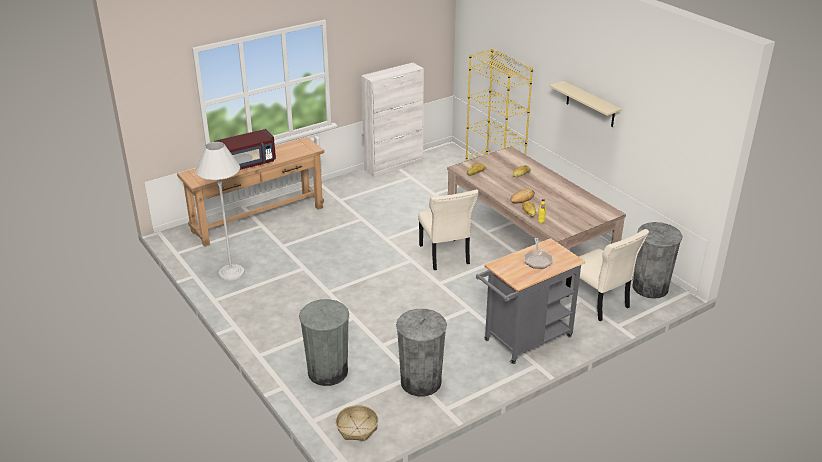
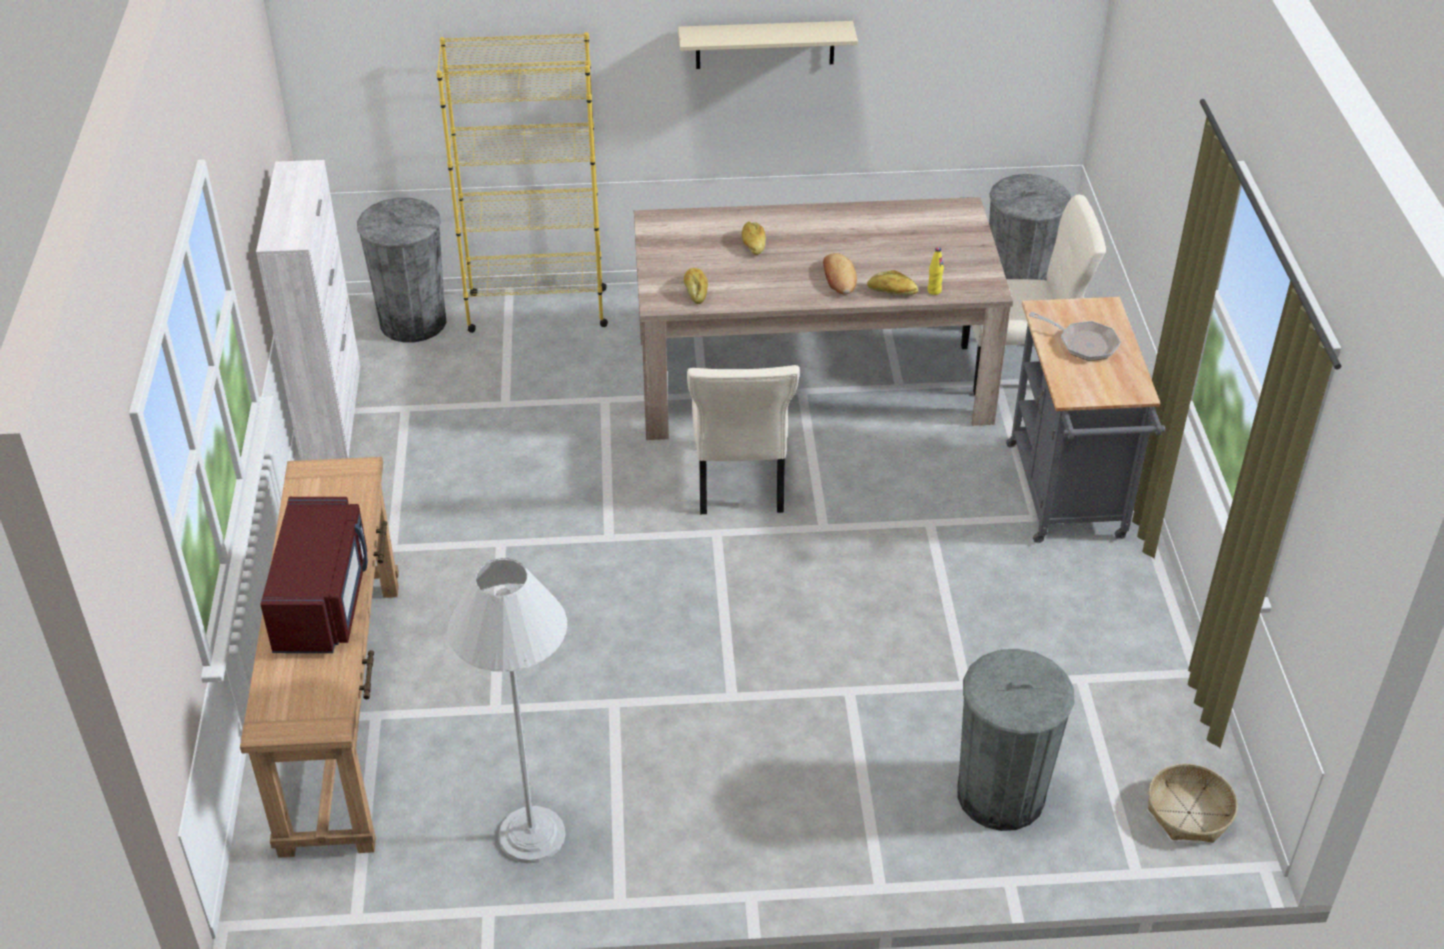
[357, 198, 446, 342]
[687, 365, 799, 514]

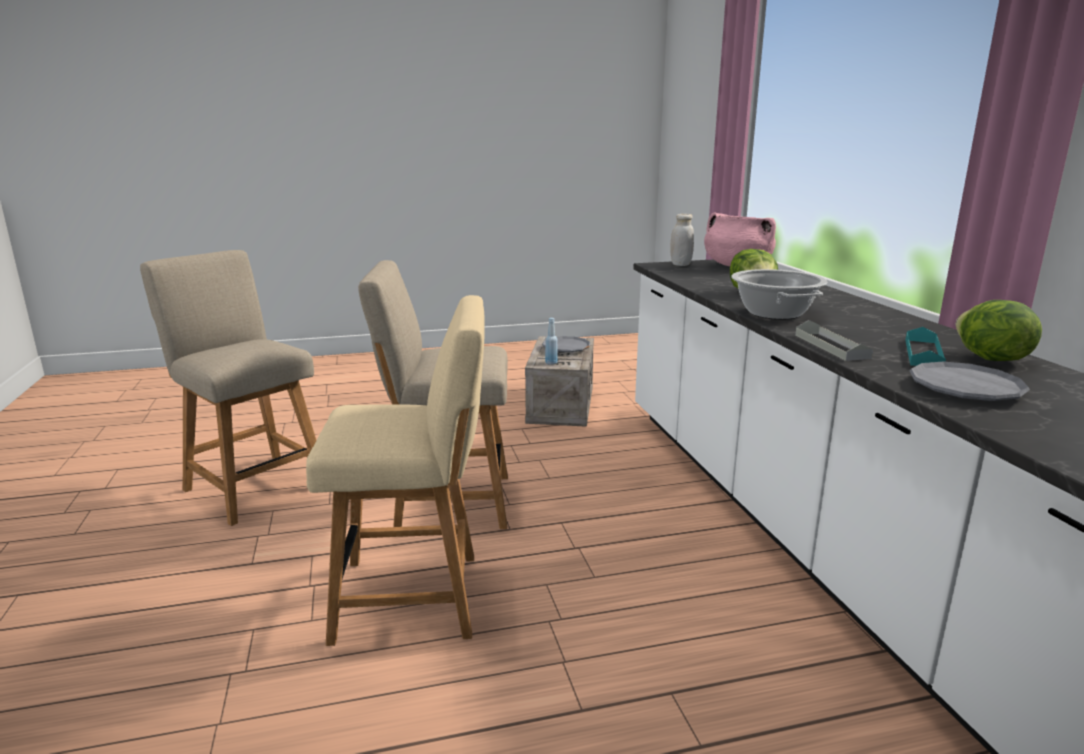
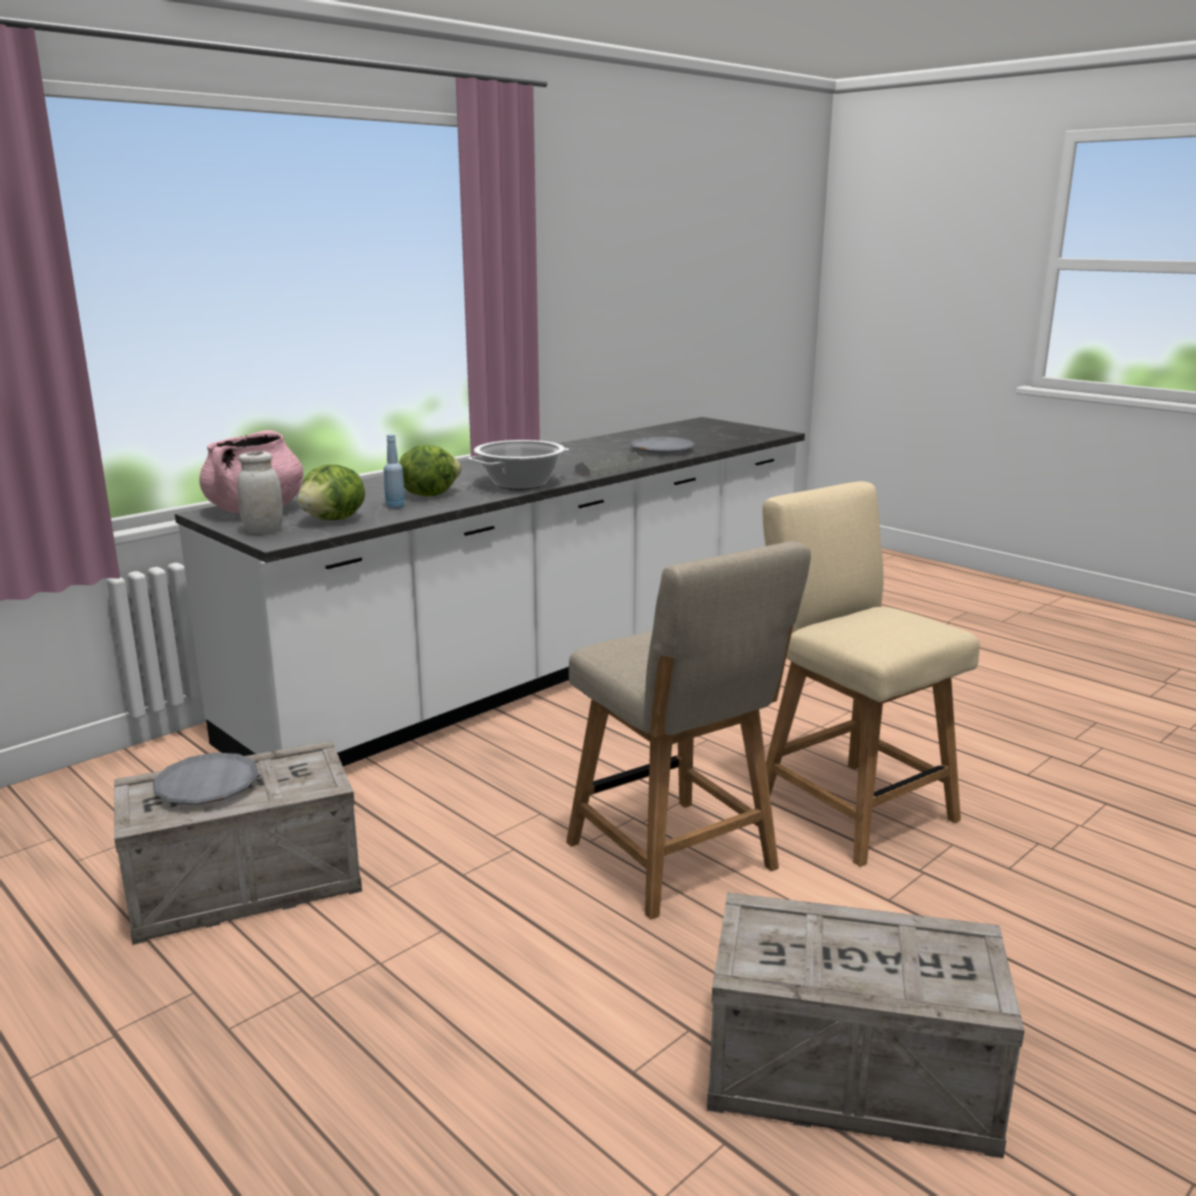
[905, 327, 946, 366] (first image)
[384, 434, 405, 509]
[297, 464, 365, 520]
[707, 892, 1024, 1158]

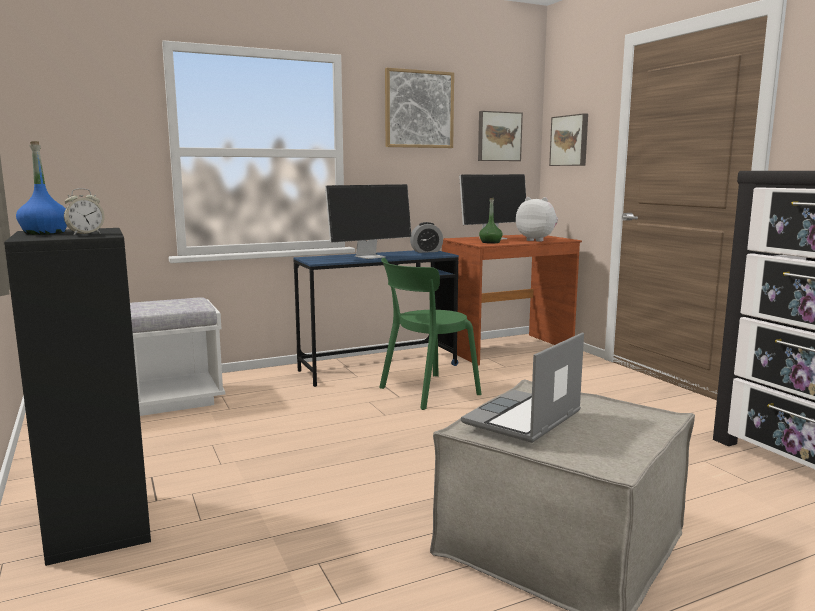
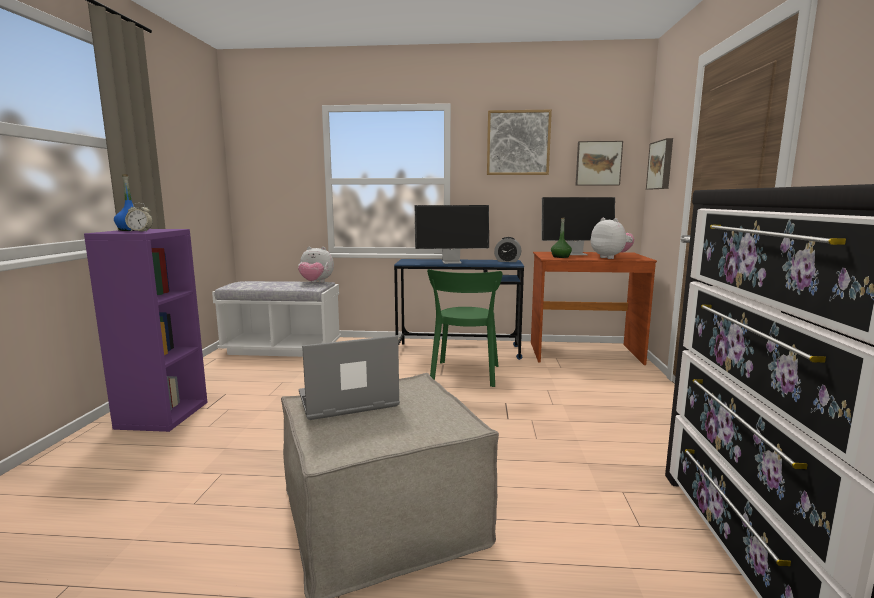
[298, 247, 334, 283]
[84, 229, 208, 432]
[427, 269, 502, 387]

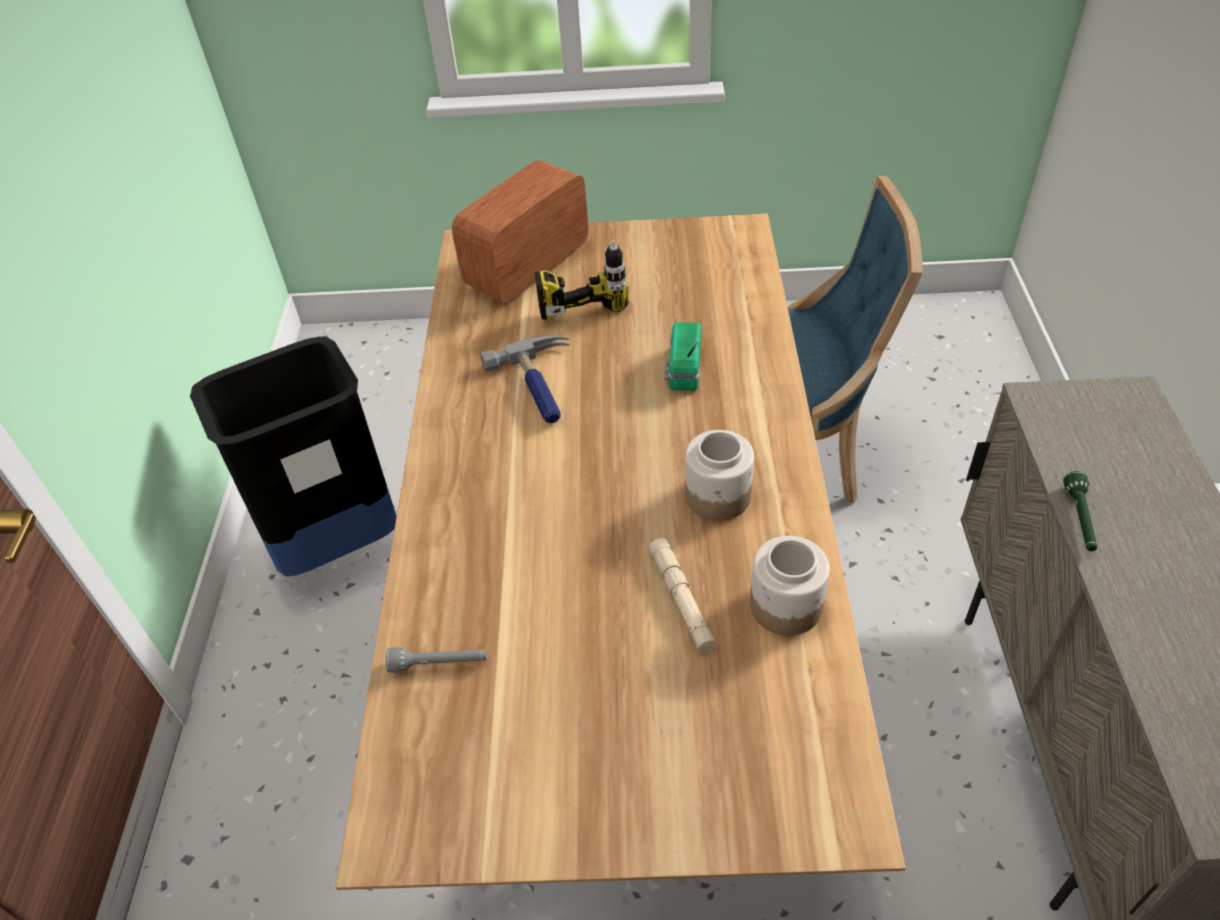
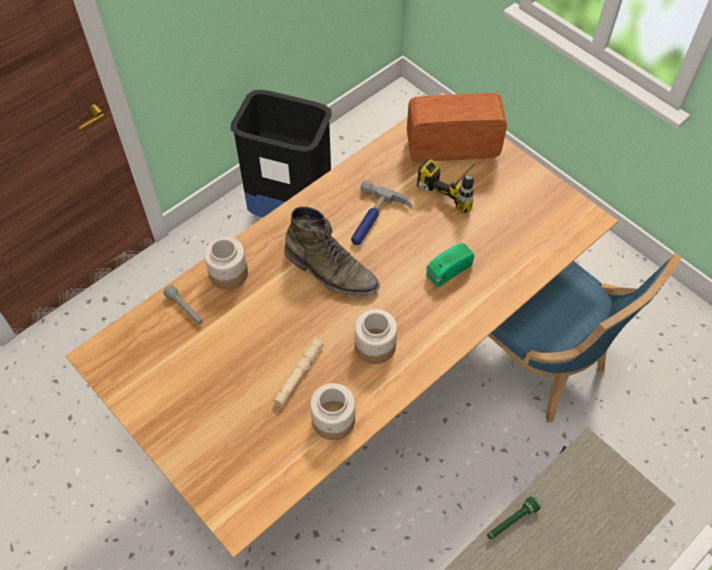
[204, 237, 248, 290]
[284, 207, 380, 296]

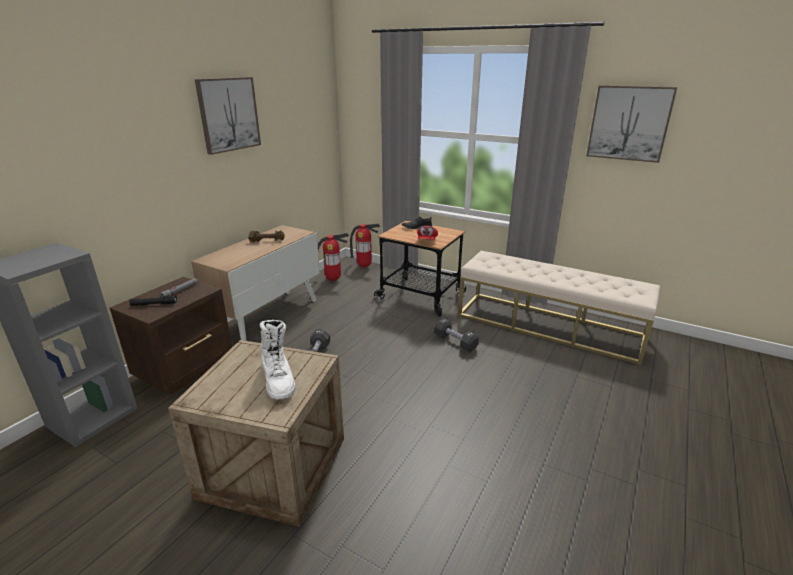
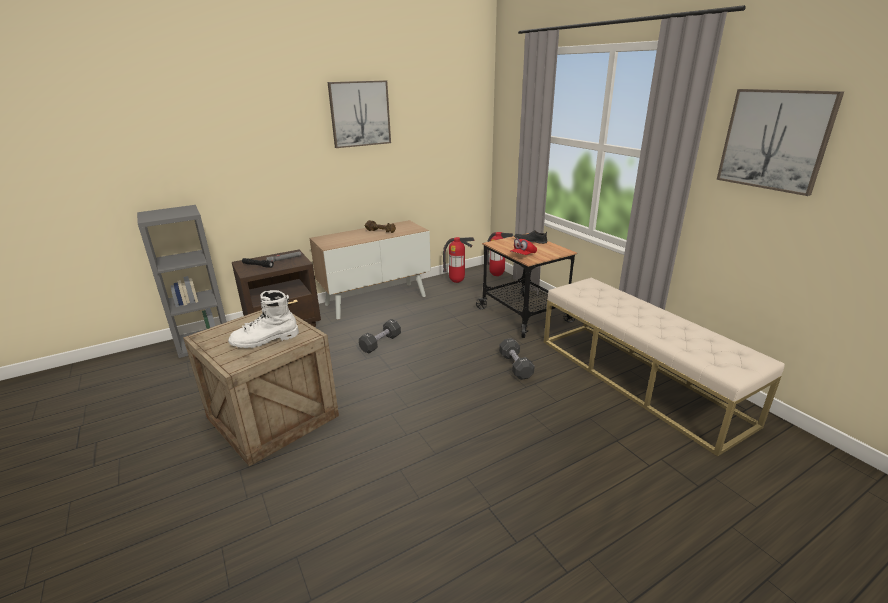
[228, 290, 299, 348]

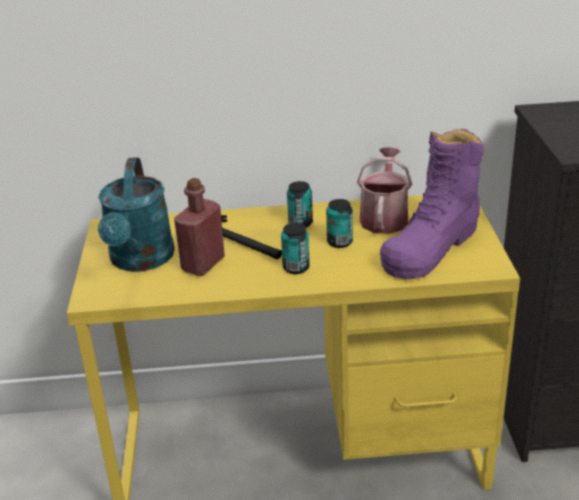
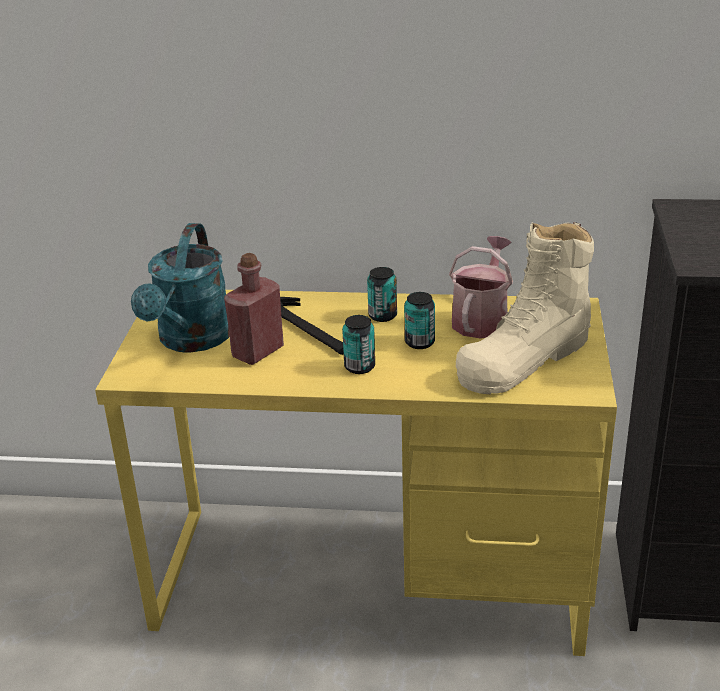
[456, 222, 594, 395]

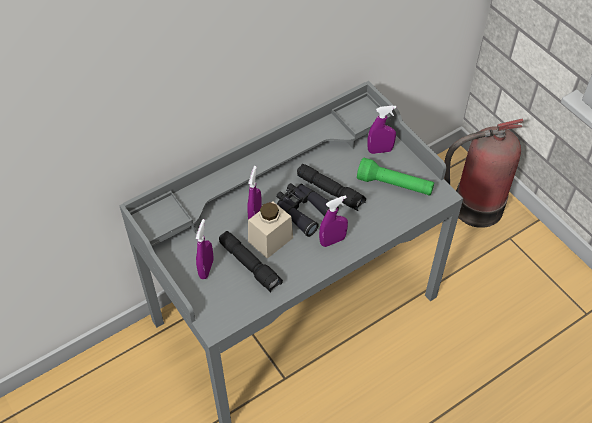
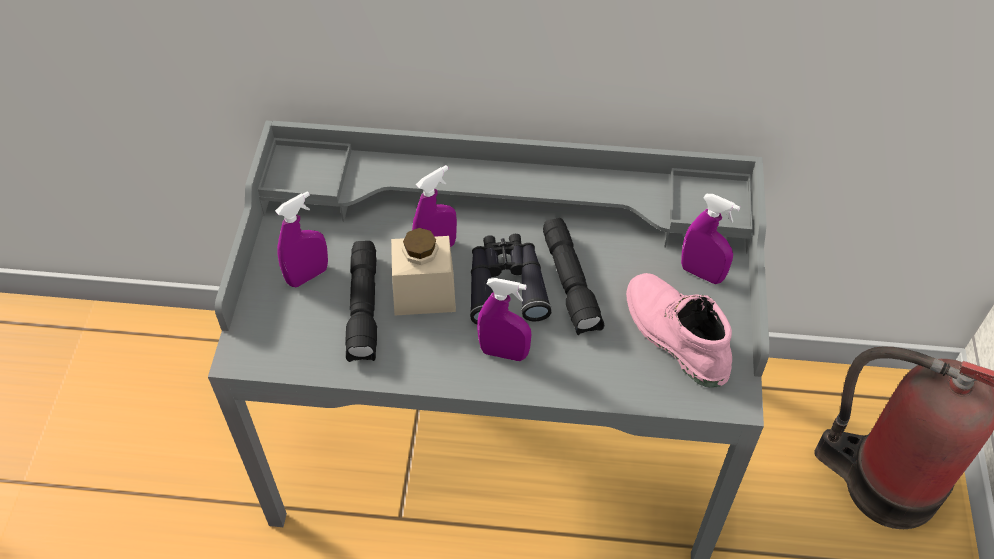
[626, 273, 732, 387]

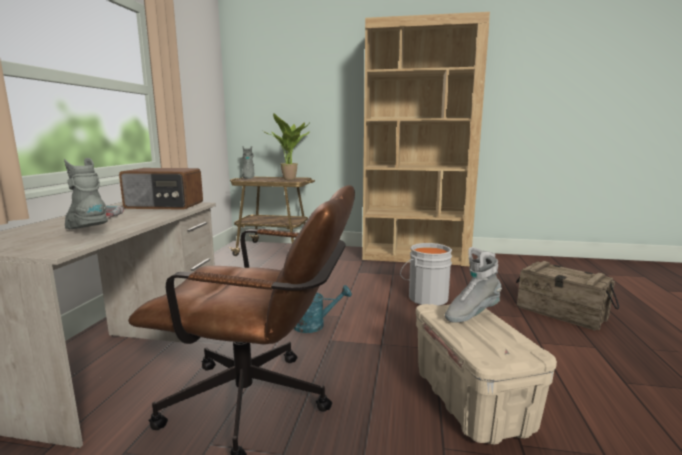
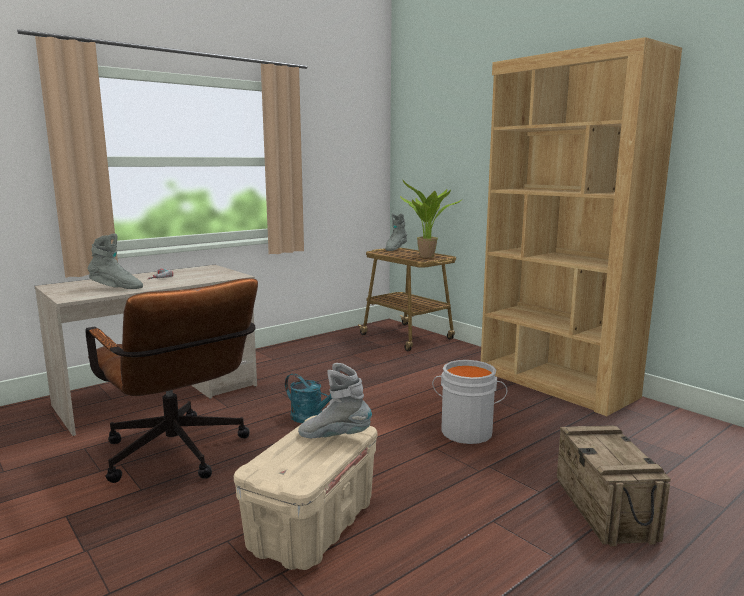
[119, 168, 203, 210] (first image)
[88, 234, 143, 289]

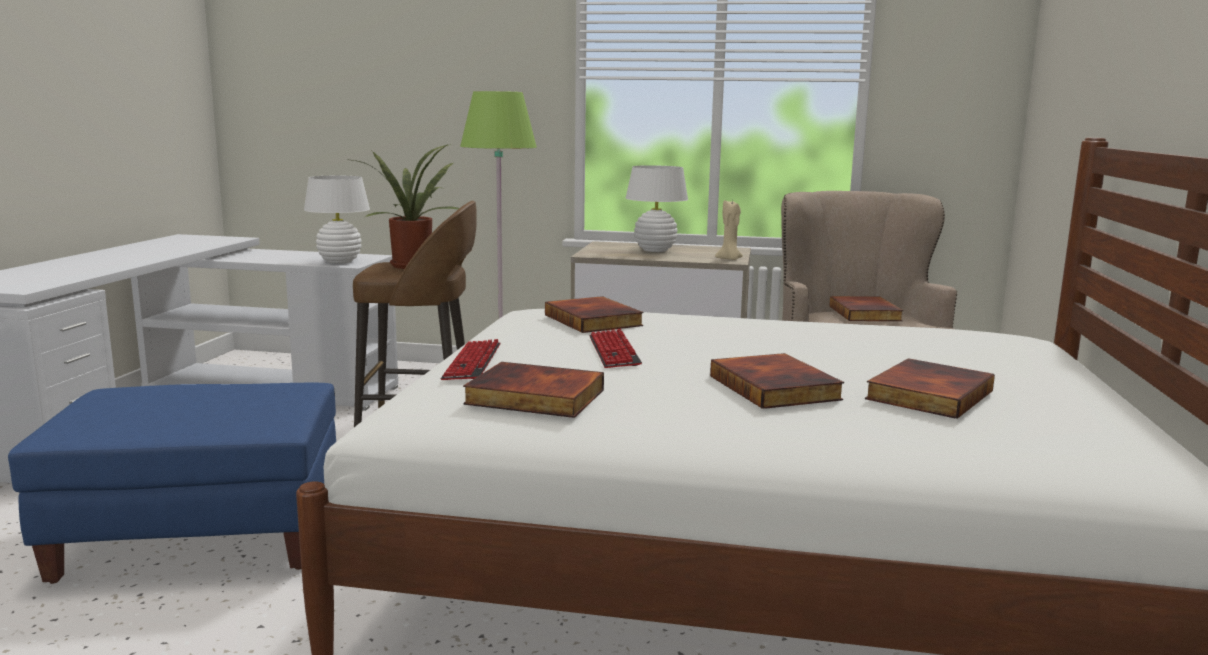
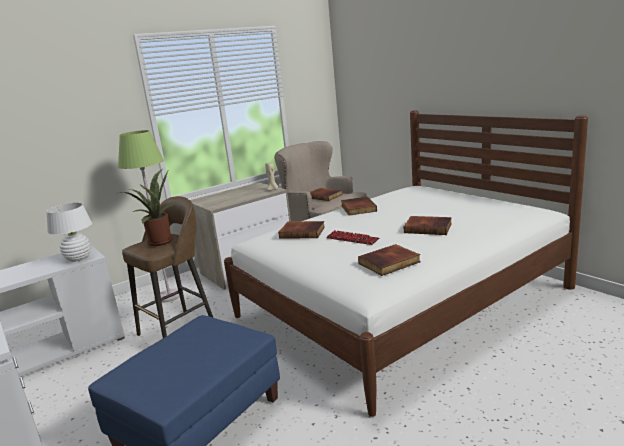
[440, 339, 500, 380] (first image)
[626, 165, 688, 252] (first image)
[341, 197, 377, 215]

